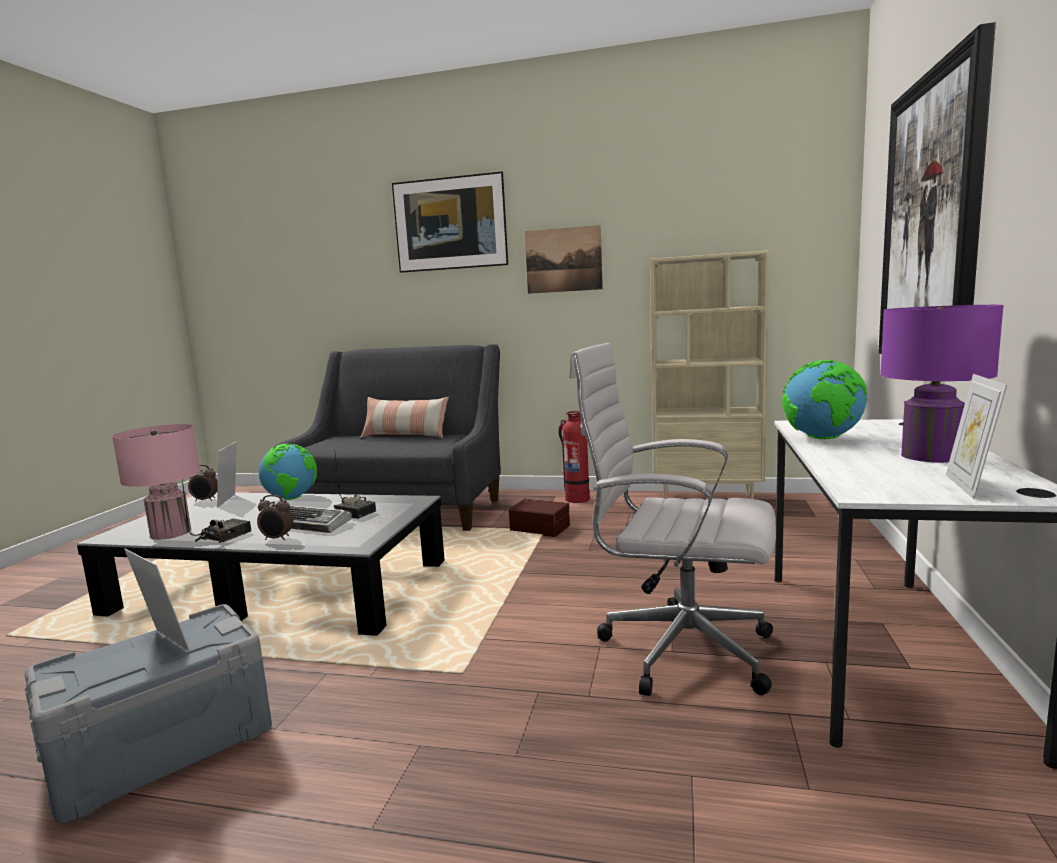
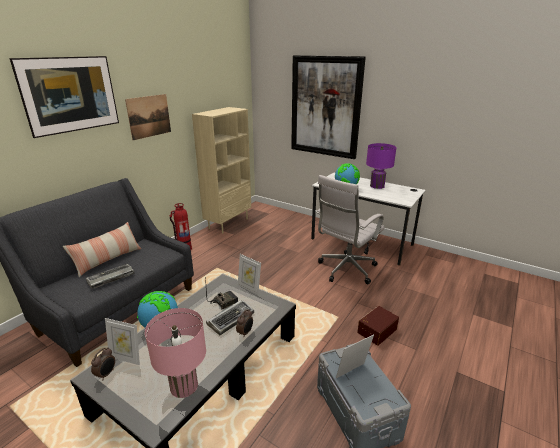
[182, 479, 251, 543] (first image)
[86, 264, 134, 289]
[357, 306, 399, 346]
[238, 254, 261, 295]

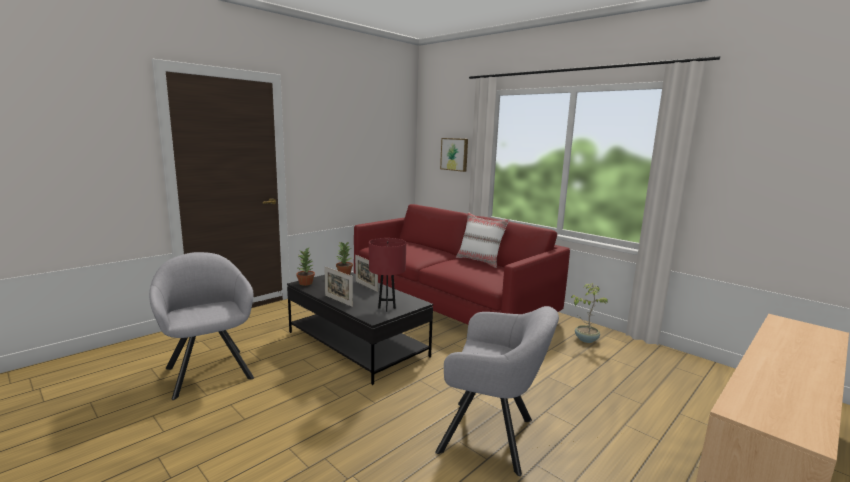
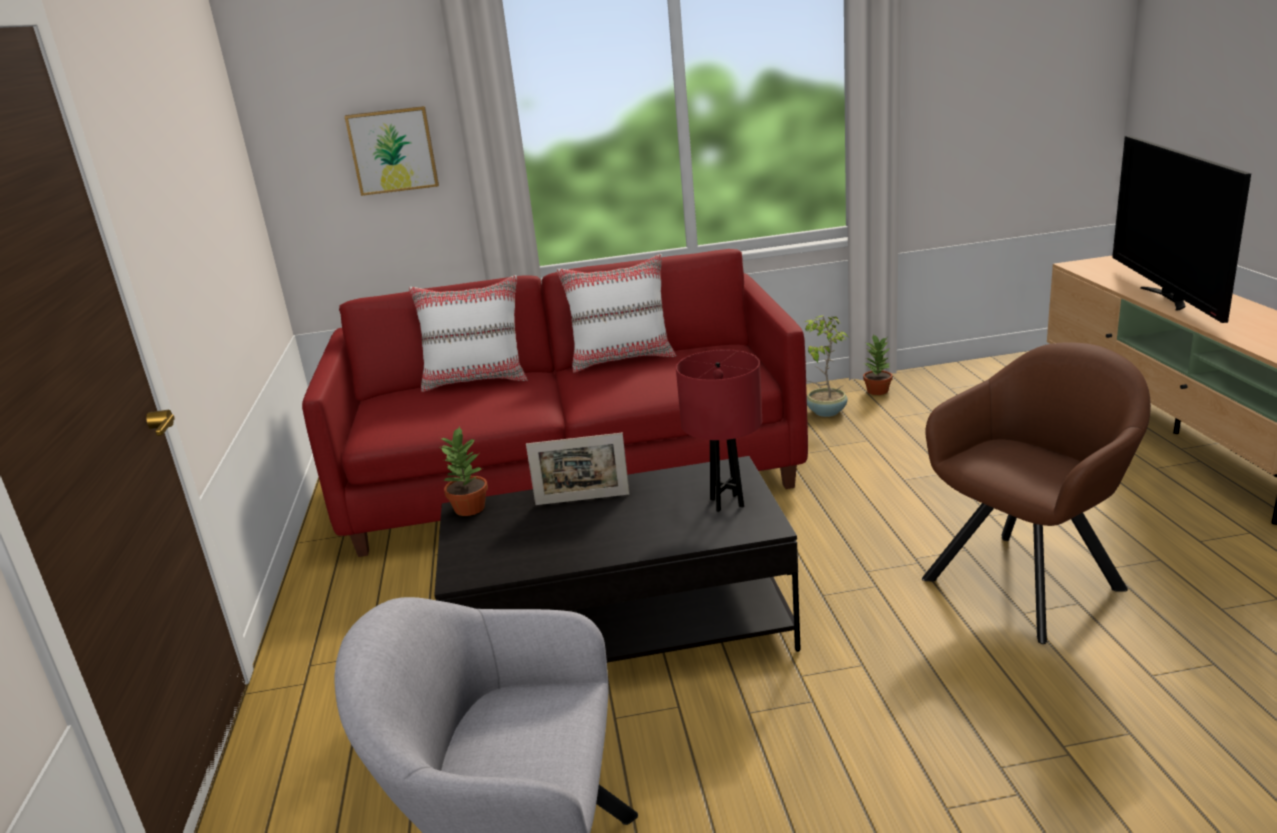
[324, 267, 353, 307] (first image)
[409, 275, 527, 392]
[1112, 136, 1251, 323]
[863, 334, 892, 395]
[922, 342, 1151, 644]

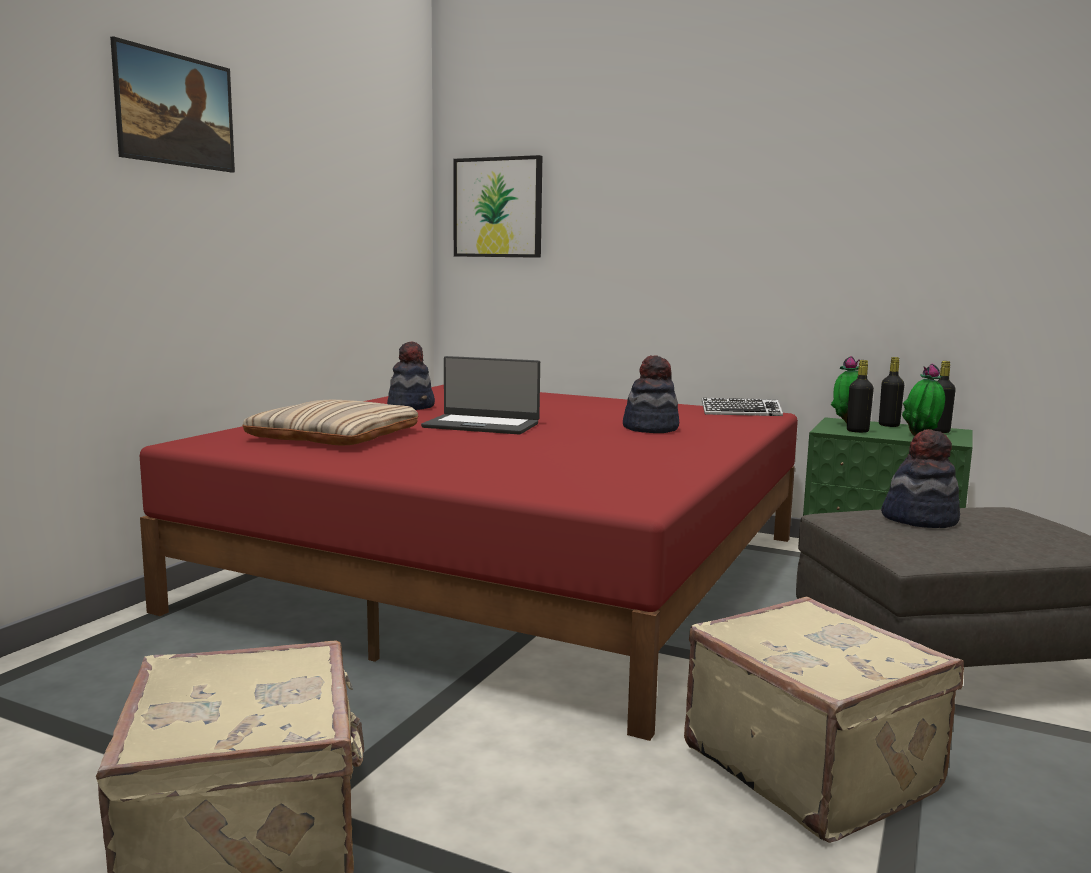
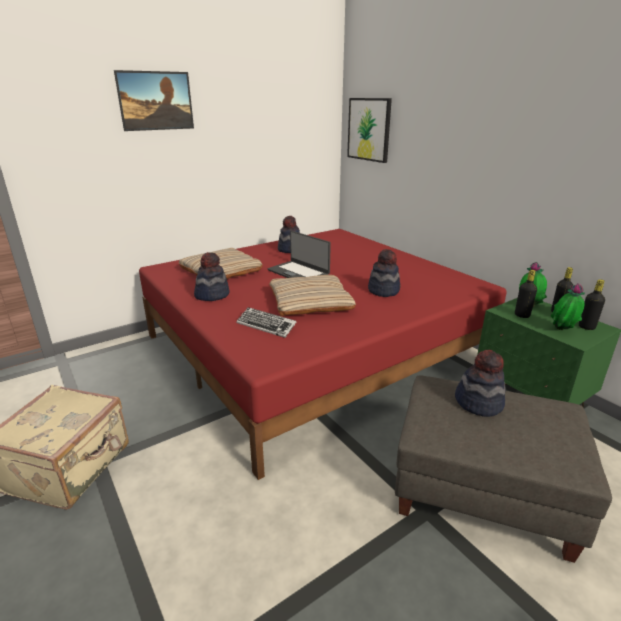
[684, 596, 964, 843] (first image)
[194, 252, 229, 301]
[269, 275, 356, 316]
[236, 307, 296, 338]

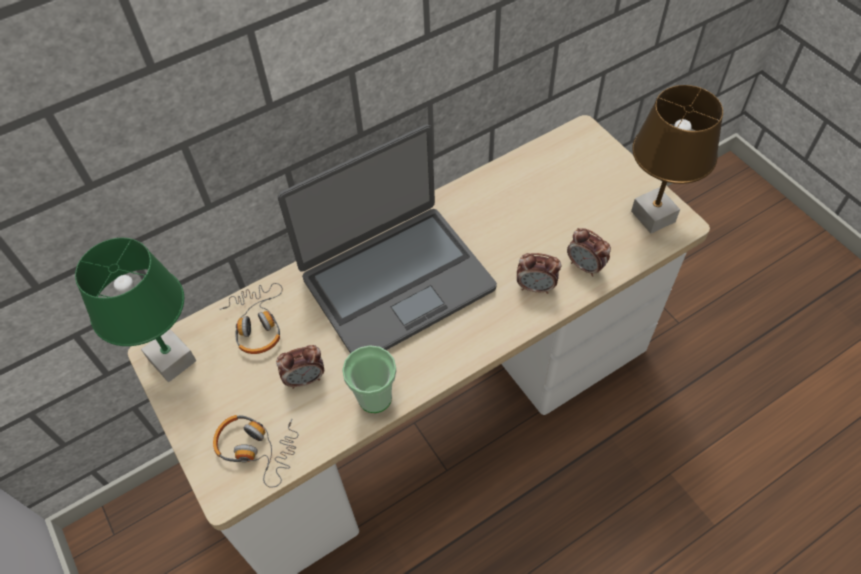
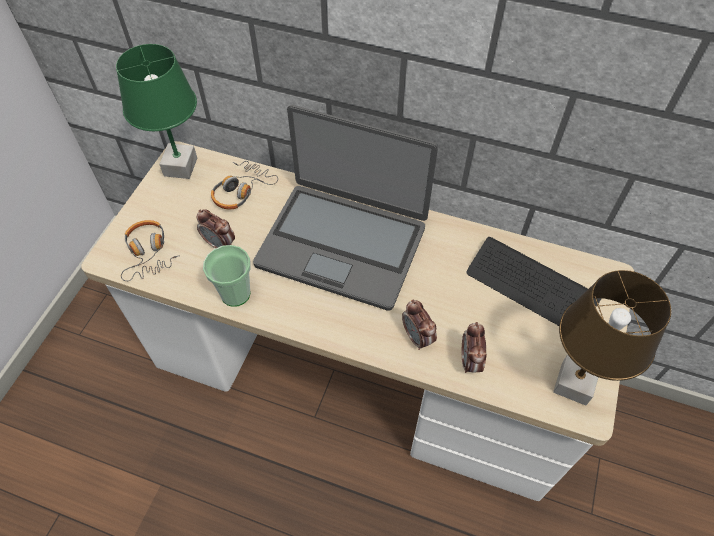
[467, 237, 602, 326]

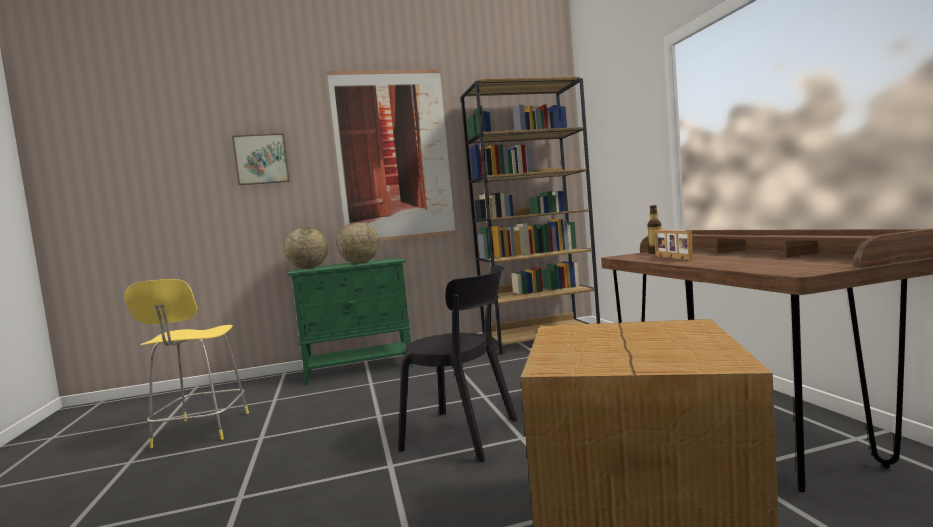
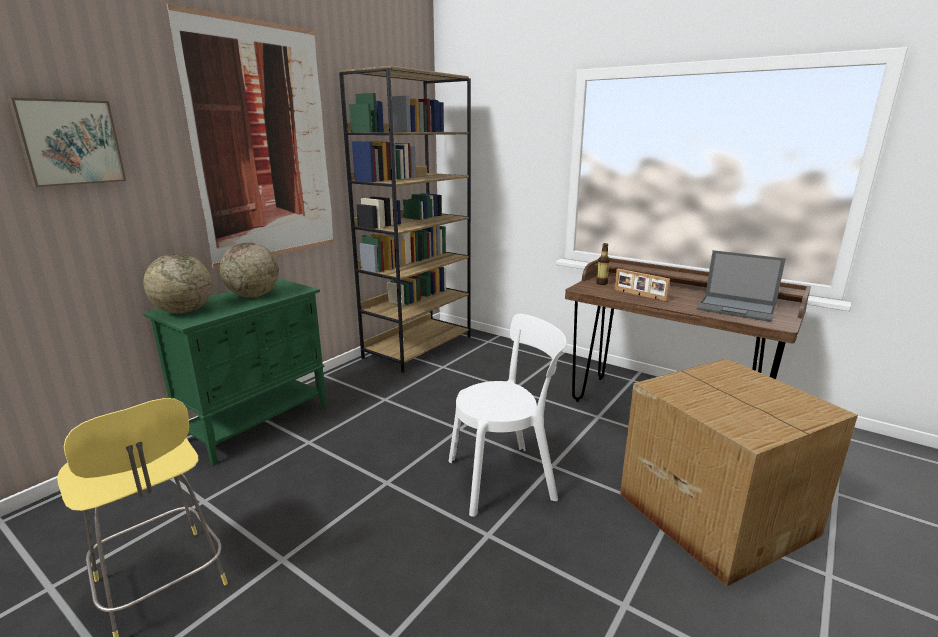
[697, 250, 786, 322]
[449, 314, 567, 517]

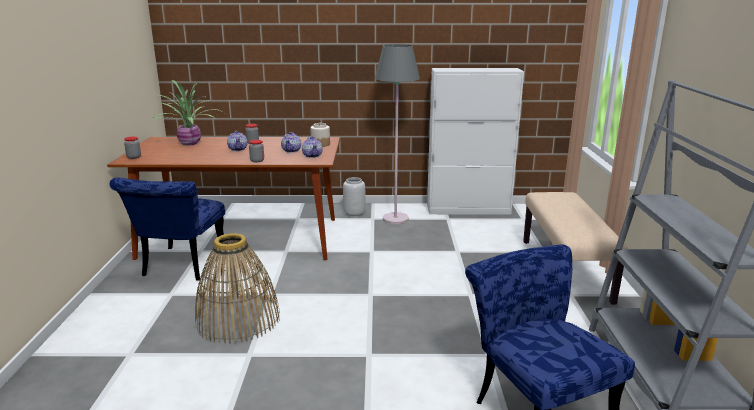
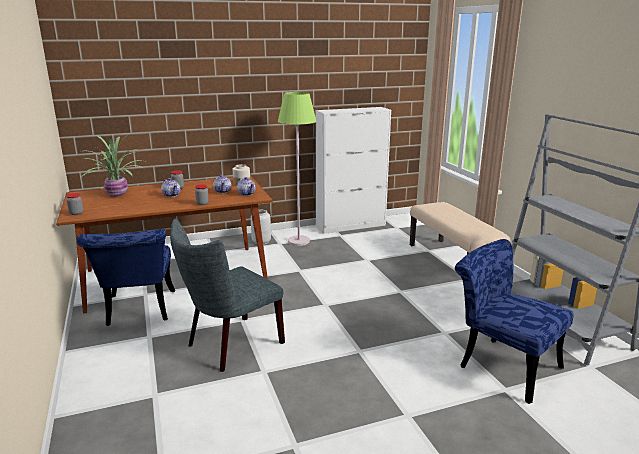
[170, 219, 285, 372]
[278, 92, 316, 246]

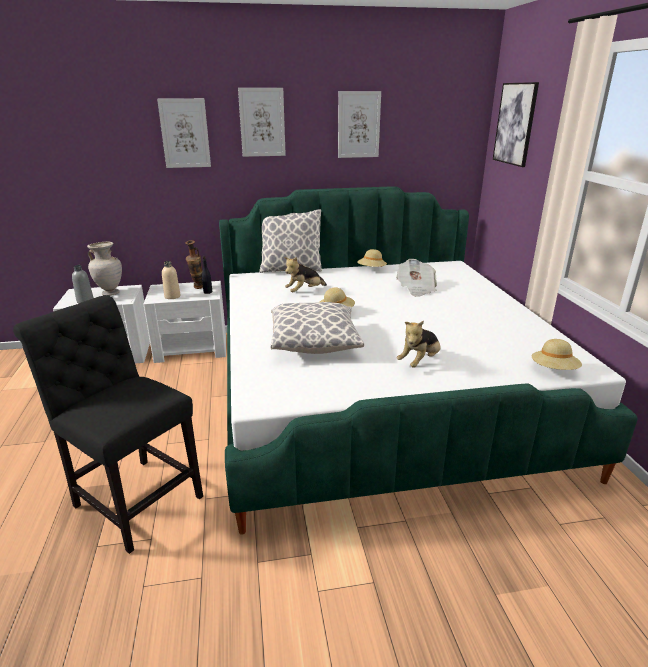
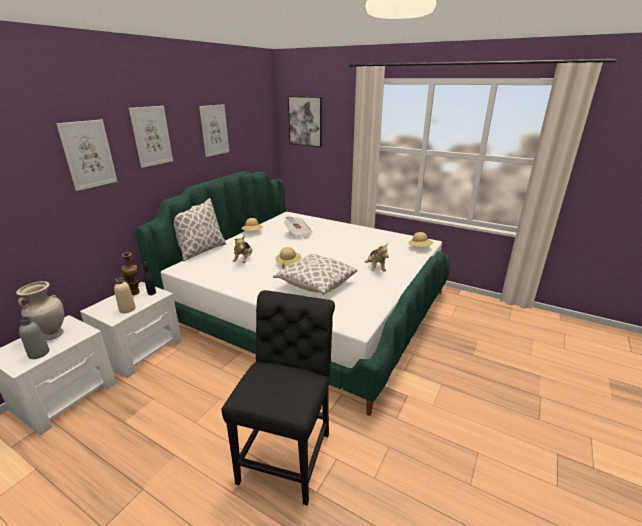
[221, 290, 335, 505]

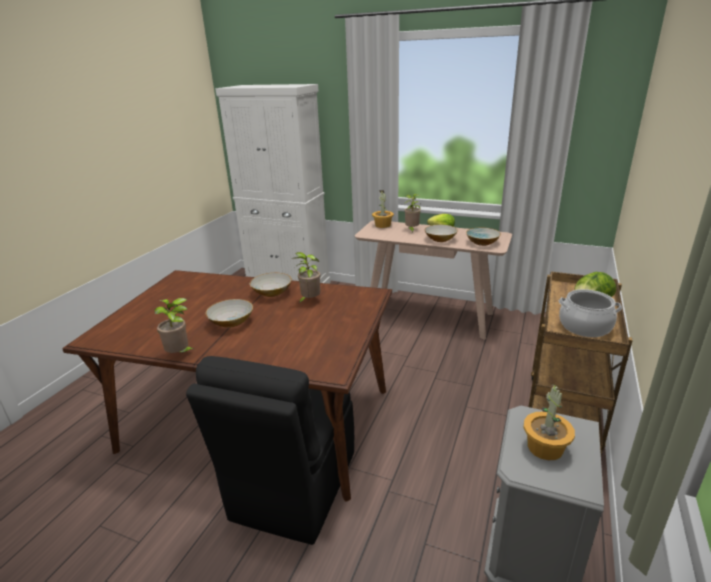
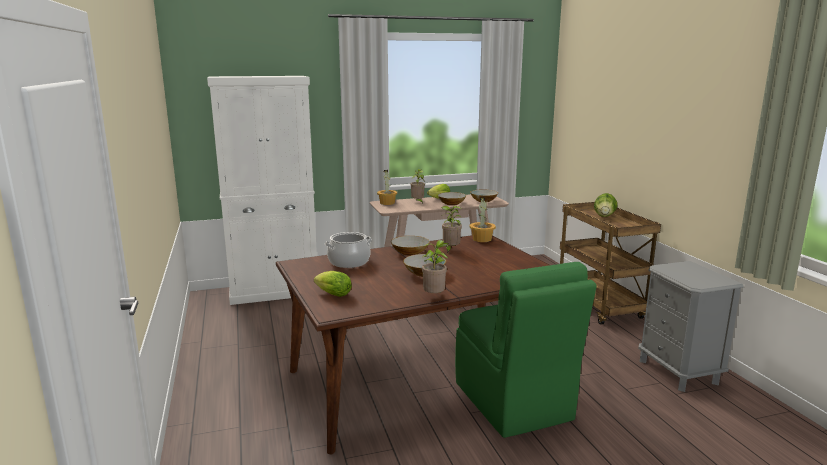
[314, 271, 352, 297]
[470, 197, 496, 242]
[325, 232, 372, 268]
[455, 262, 597, 438]

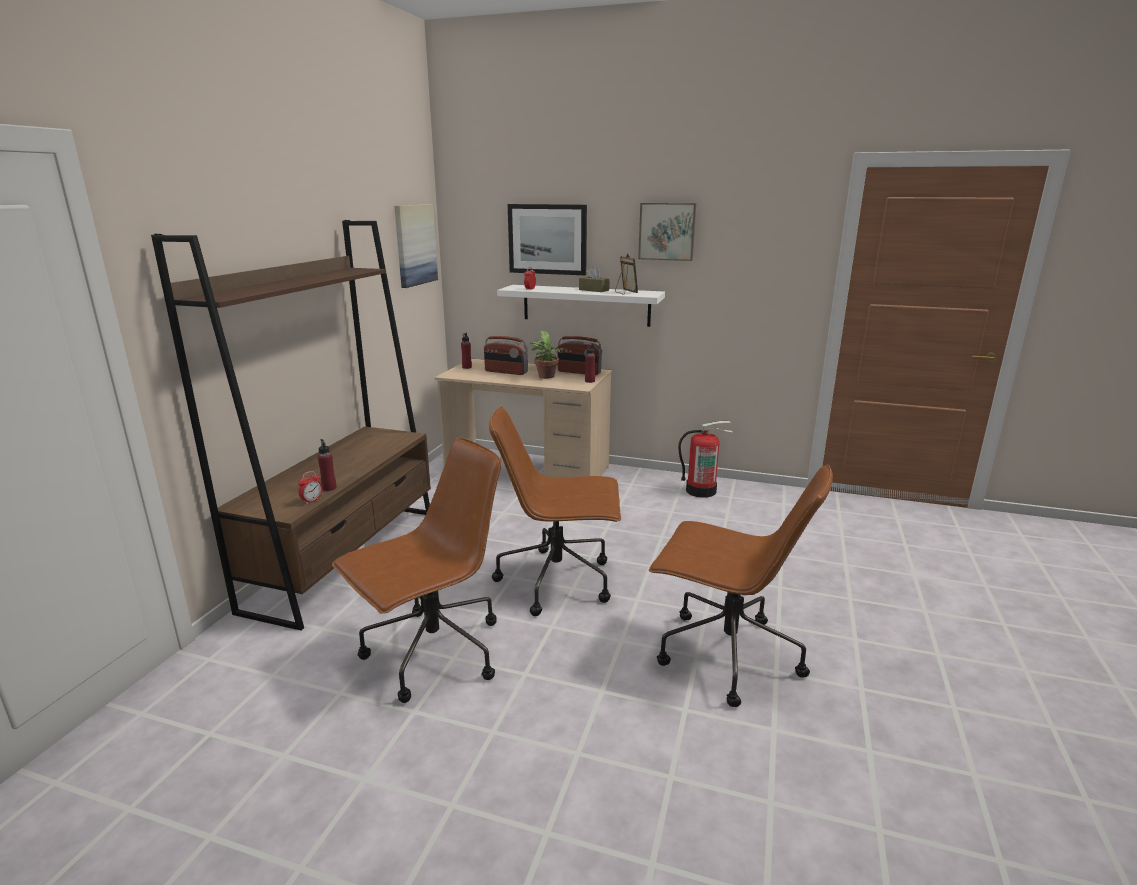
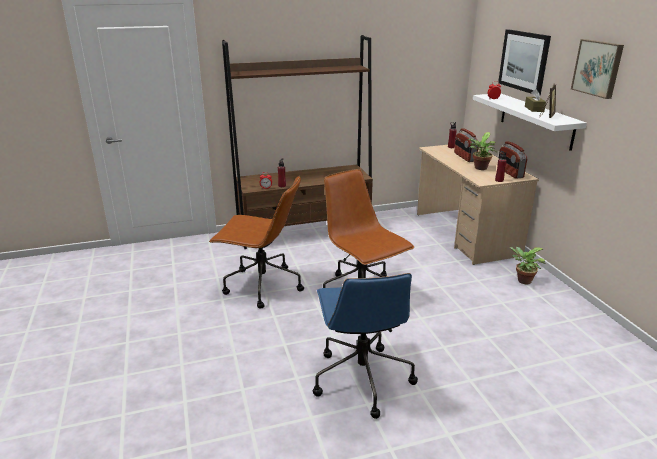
[394, 204, 438, 288] (first image)
[678, 421, 733, 498] (first image)
[509, 247, 545, 284]
[313, 273, 418, 419]

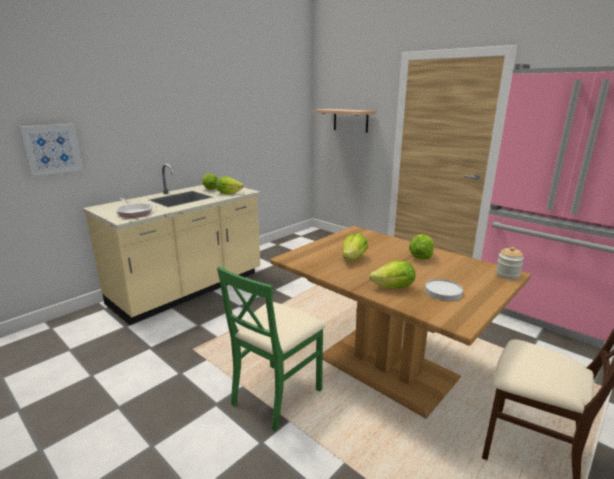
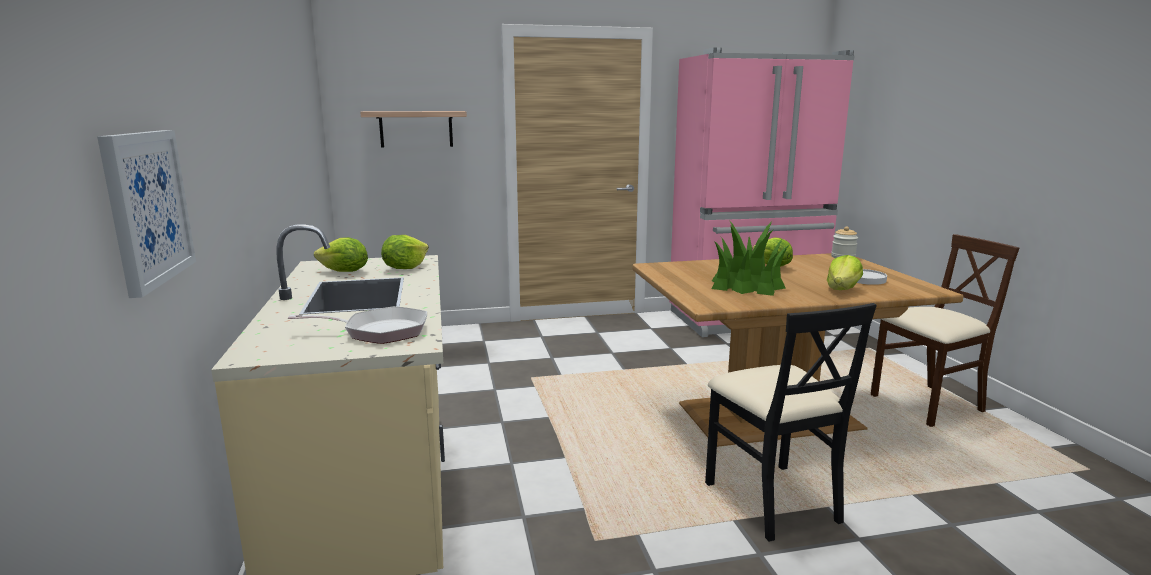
[711, 221, 789, 296]
[705, 303, 877, 542]

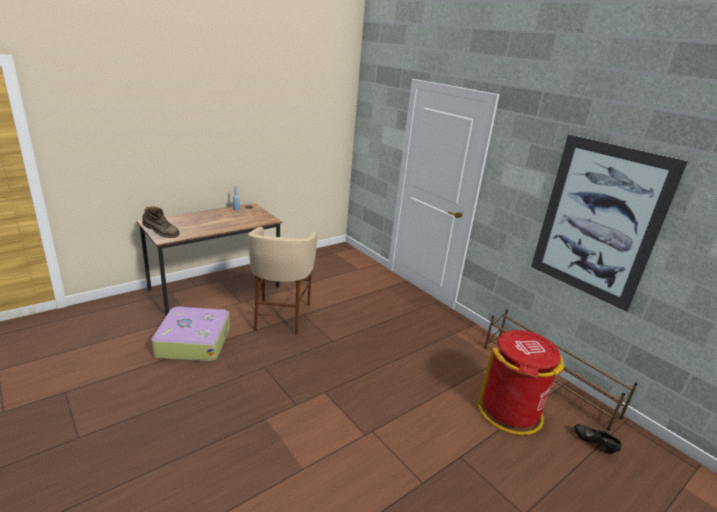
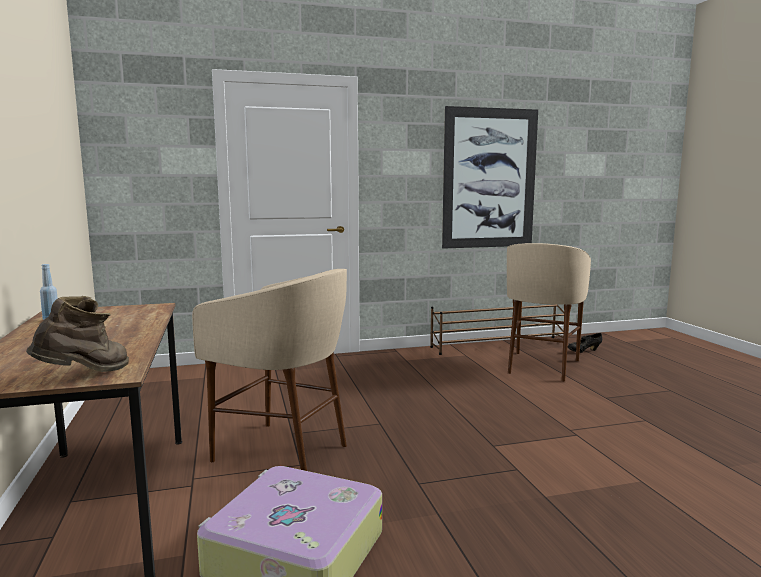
[507, 243, 591, 381]

